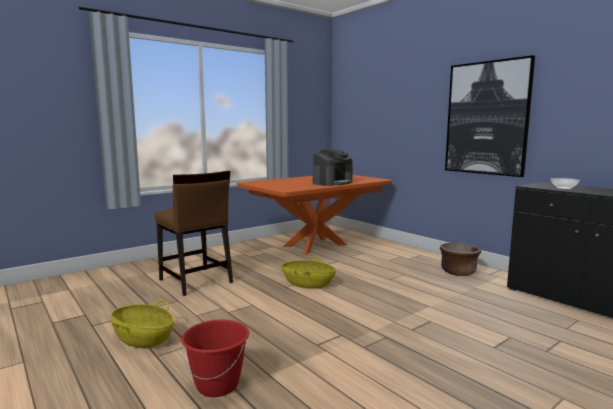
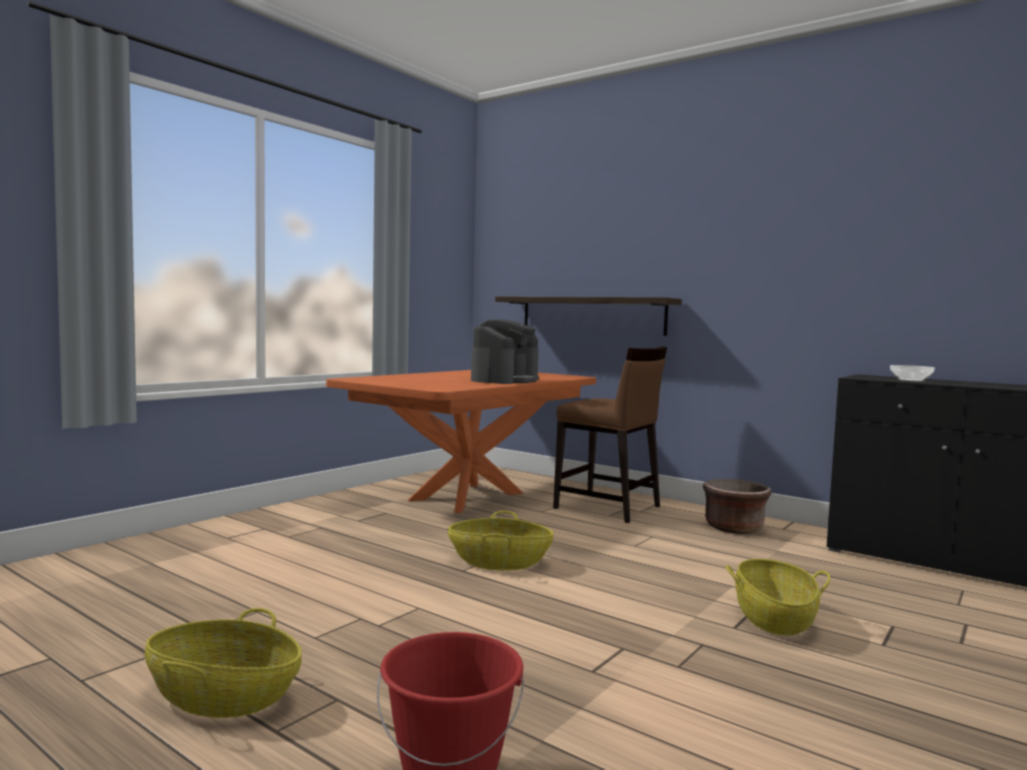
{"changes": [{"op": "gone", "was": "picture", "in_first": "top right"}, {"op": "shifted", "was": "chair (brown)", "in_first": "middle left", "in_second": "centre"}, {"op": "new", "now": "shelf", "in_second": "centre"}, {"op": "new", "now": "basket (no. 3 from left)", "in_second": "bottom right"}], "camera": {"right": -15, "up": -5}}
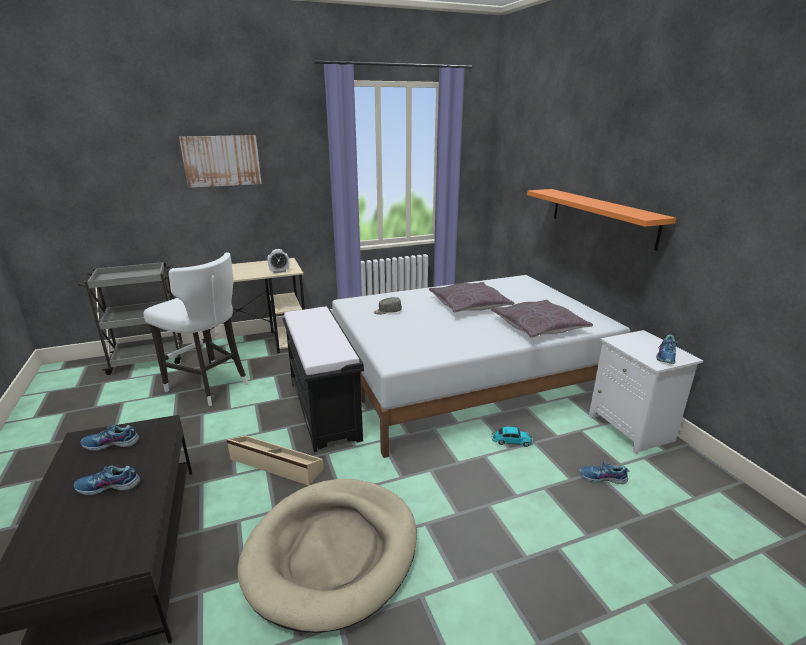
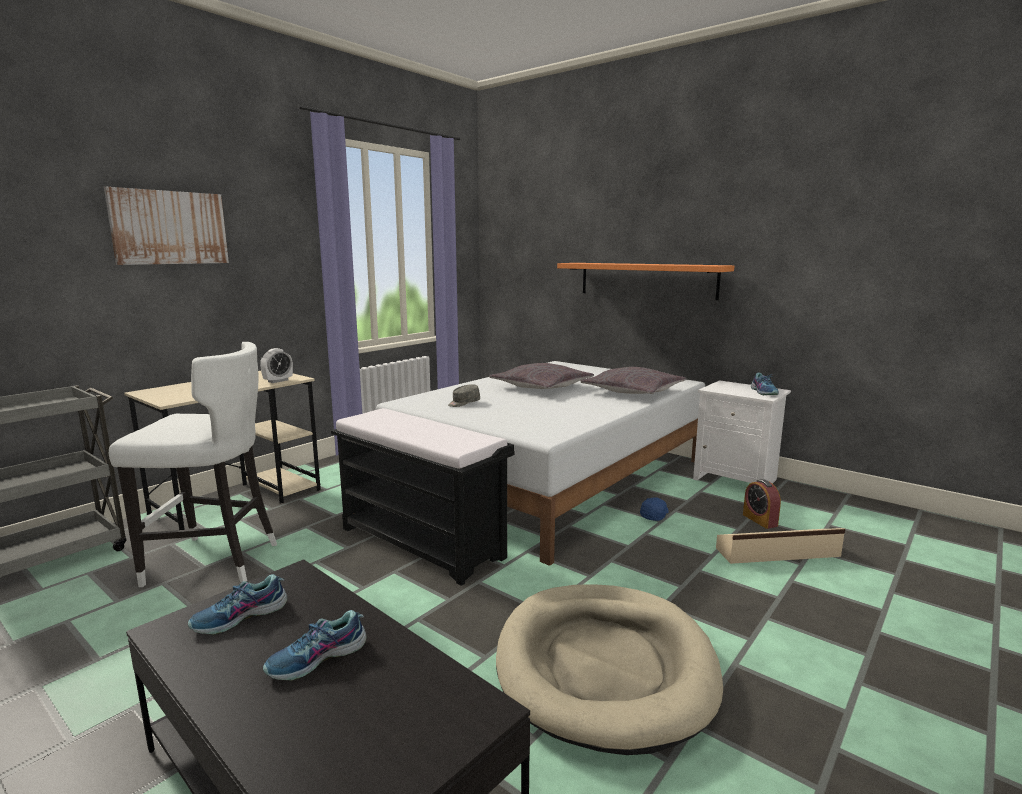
{"changes": [{"op": "swapped", "was": "toy car", "now": "cap (blue)", "in_first": "bottom centre", "in_second": "centre"}, {"op": "shifted", "was": "storage box (beige)", "in_first": "bottom centre", "in_second": "bottom right"}, {"op": "swapped", "was": "shoe (no. 3 from left)", "now": "alarm clock (no. 2 from left)", "in_first": "bottom right", "in_second": "middle right"}], "camera": {"right": -30, "up": -10}}
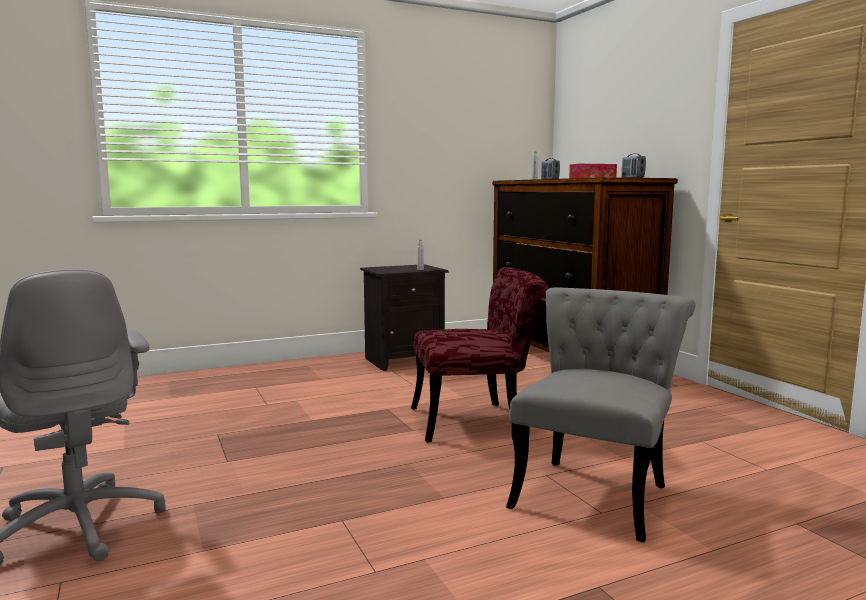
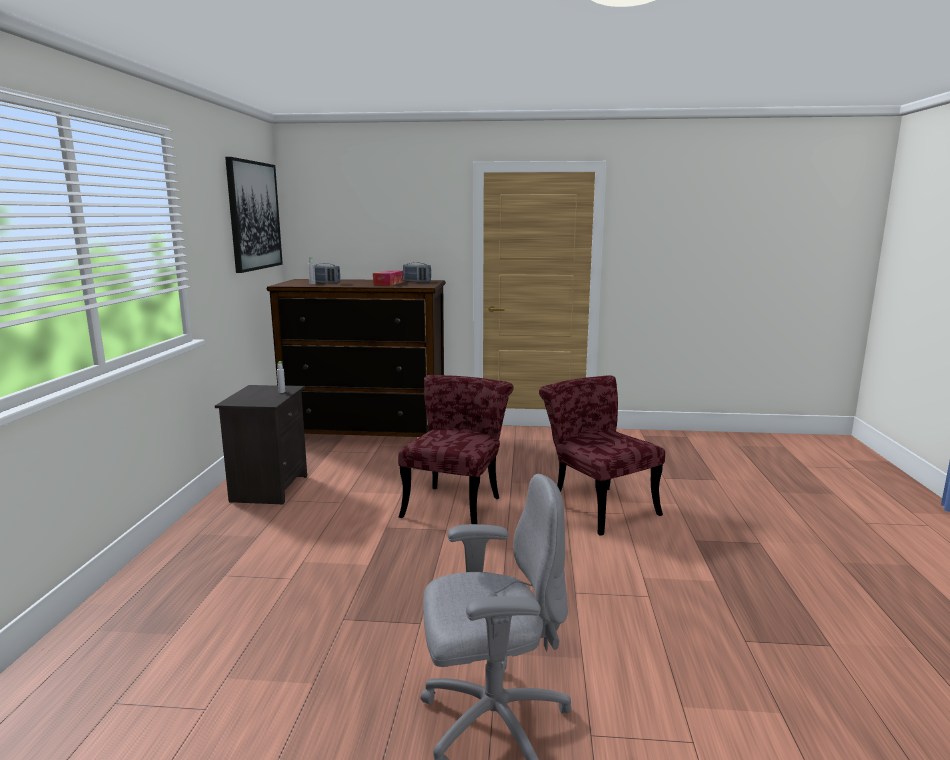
{"changes": [{"op": "repainted", "was": "chair (grey)", "now": "chair (red) (no. 2 from left)", "in_first": "bottom right", "in_second": "centre"}, {"op": "new", "now": "picture", "in_second": "top left"}], "camera": {"right": -60, "up": 5}}
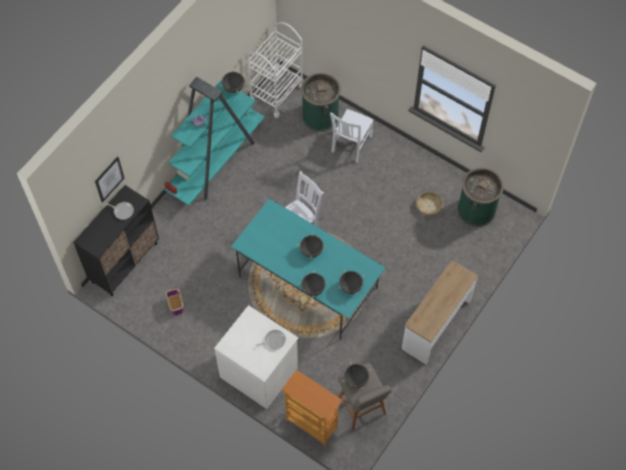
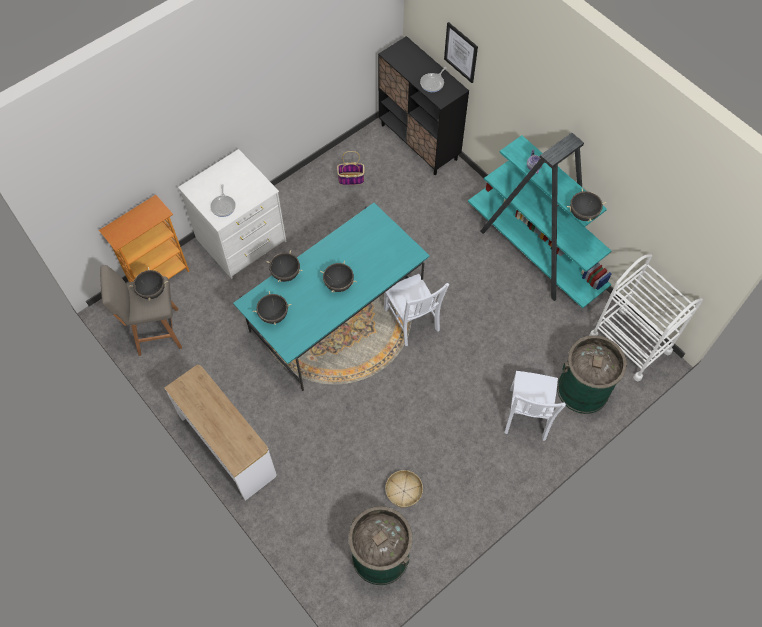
{"changes": [{"op": "rotated", "was": "chair (white) (no. 2 from left)", "in_first": "top centre", "in_second": "middle right", "clockwise": -120}], "camera": {"right": 105, "up": 0}}
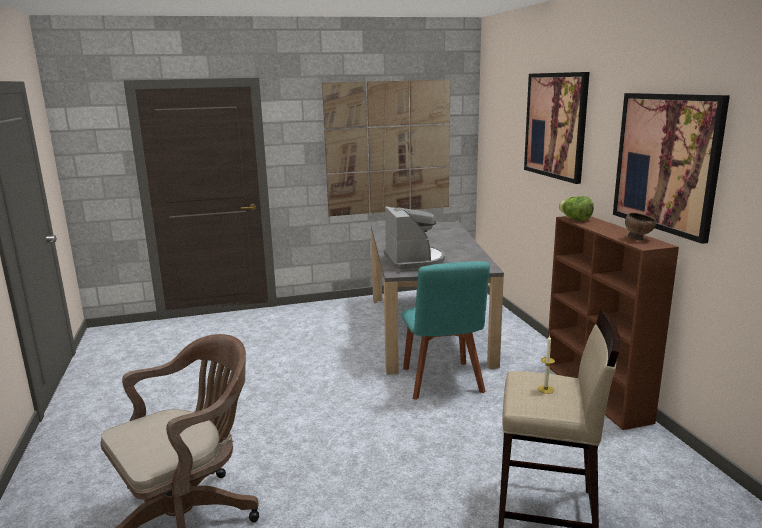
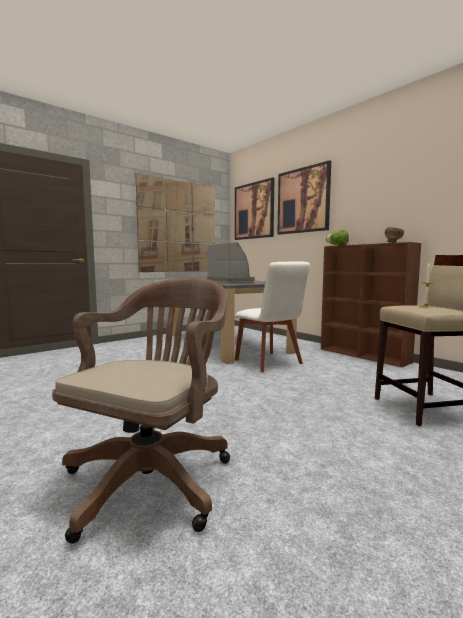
{"changes": [{"op": "shifted", "was": "picture (no. 3 from left in the first image)", "now": "picture (no. 2 from left)", "in_first": "top right", "in_second": "centre"}, {"op": "repainted", "was": "chair (turquoise)", "now": "chair (white)", "in_first": "centre", "in_second": "centre"}], "camera": {"right": -25, "up": -10}}
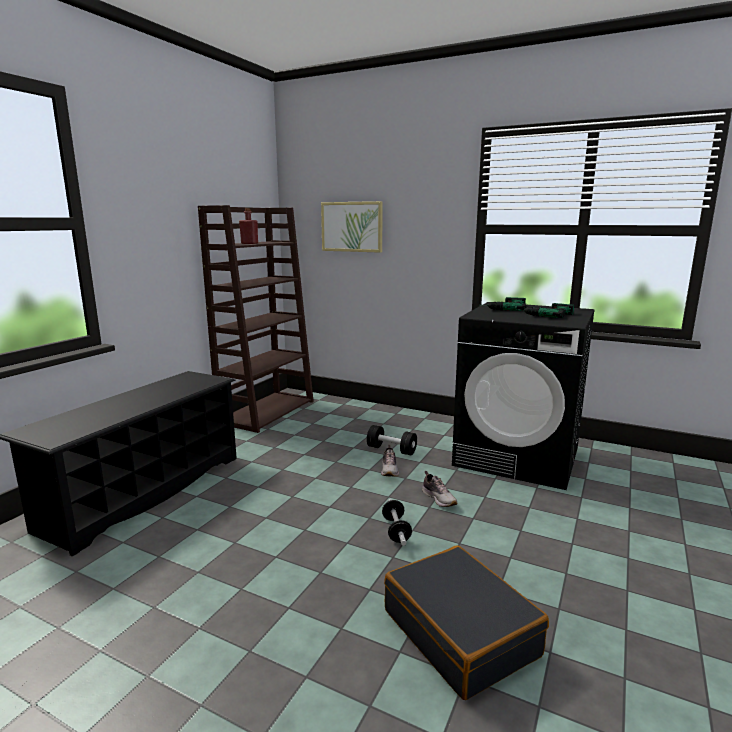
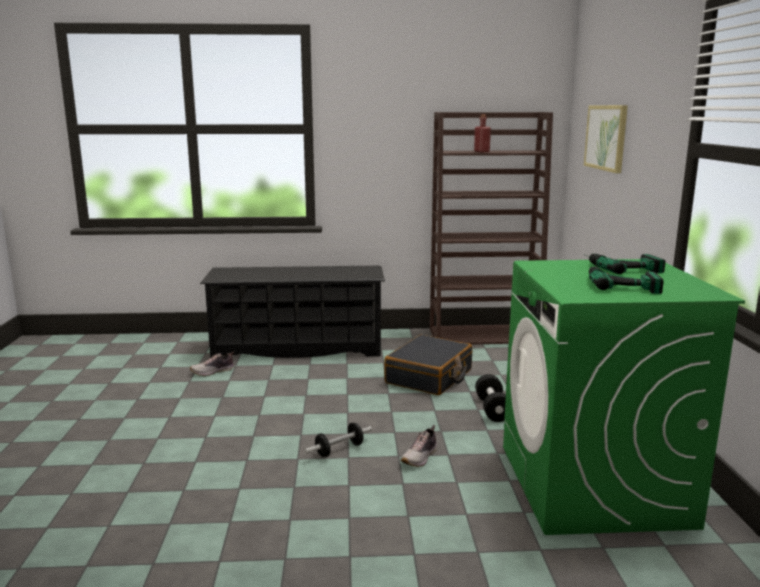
{"changes": [{"op": "repainted", "was": "washing machine (black)", "now": "washing machine (green)", "in_first": "middle right", "in_second": "bottom right"}, {"op": "shifted", "was": "shoe (no. 1 from left)", "in_first": "centre", "in_second": "middle left"}, {"op": "shifted", "was": "suitcase (black)", "in_first": "bottom centre", "in_second": "centre"}], "camera": {"right": 60, "up": 0}}
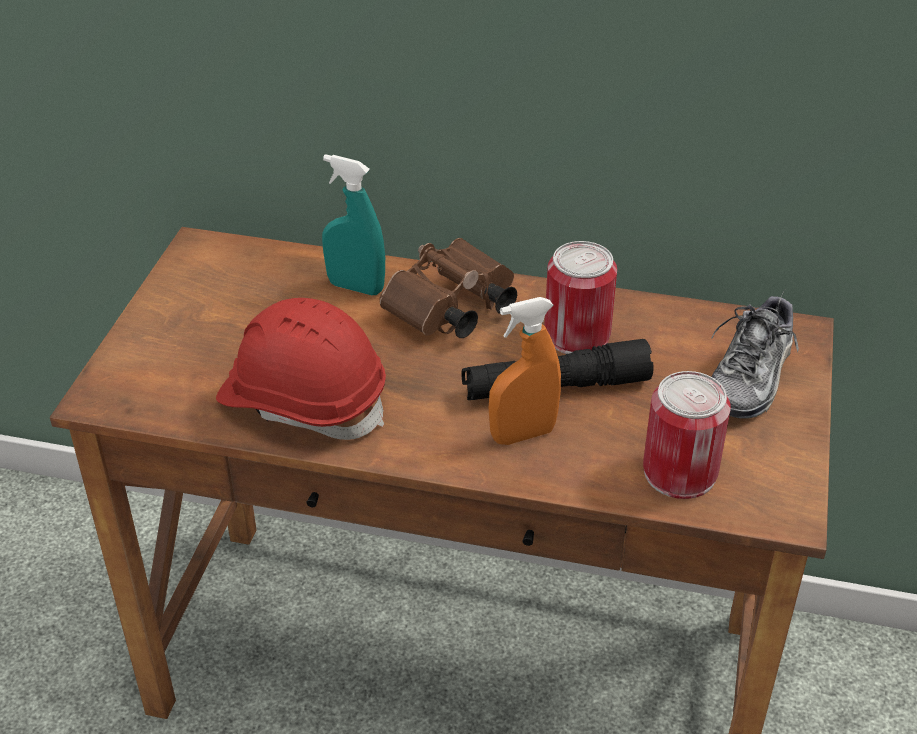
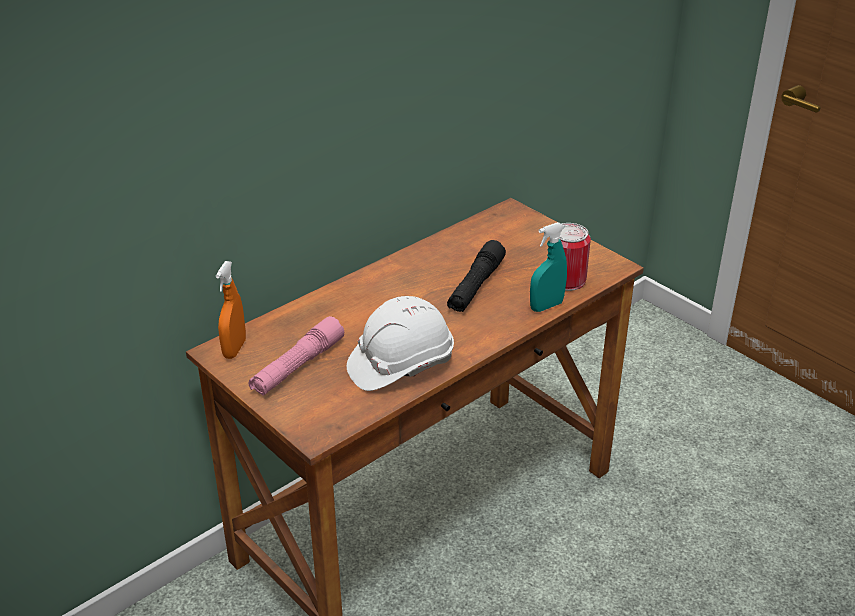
{"changes": [{"op": "shifted", "was": "spray bottle (turquoise)", "in_first": "top centre", "in_second": "centre"}, {"op": "gone", "was": "binoculars (brown)", "in_first": "centre"}, {"op": "gone", "was": "can (no. 1 from left)", "in_first": "centre"}, {"op": "gone", "was": "shoe", "in_first": "middle right"}, {"op": "shifted", "was": "spray bottle (orange)", "in_first": "centre", "in_second": "middle left"}, {"op": "repainted", "was": "hard hat (red)", "now": "hard hat (white)", "in_first": "middle left", "in_second": "centre"}, {"op": "new", "now": "flashlight (pink)", "in_second": "centre"}], "camera": {"right": -55, "up": -5}}
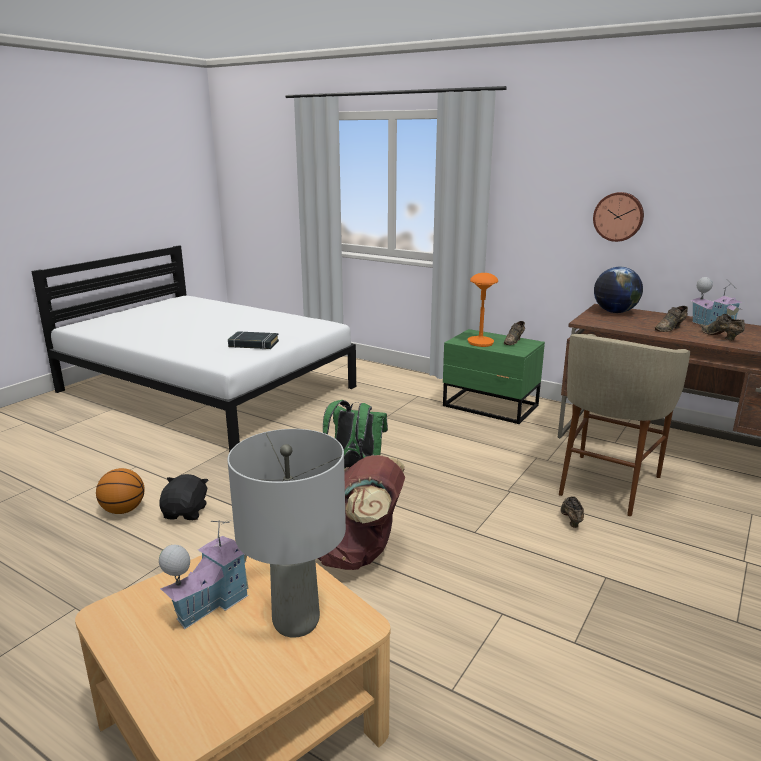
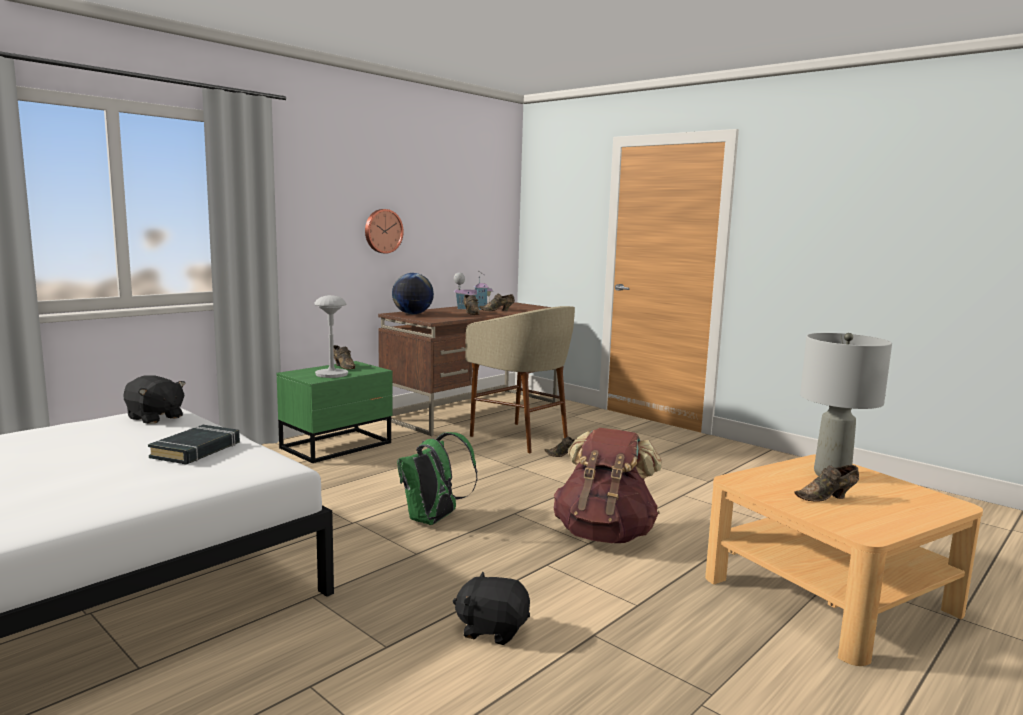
{"changes": [{"op": "repainted", "was": "table lamp (orange)", "now": "table lamp (grey) (no. 1 from left)", "in_first": "centre", "in_second": "middle left"}, {"op": "gone", "was": "basketball", "in_first": "middle left"}, {"op": "swapped", "was": "toy house (no. 1 from left)", "now": "shoe (brown) (no. 5 from left)", "in_first": "bottom left", "in_second": "bottom right"}, {"op": "new", "now": "plush toy (black) (no. 1 from left)", "in_second": "middle left"}], "camera": {"right": -80, "up": -10}}
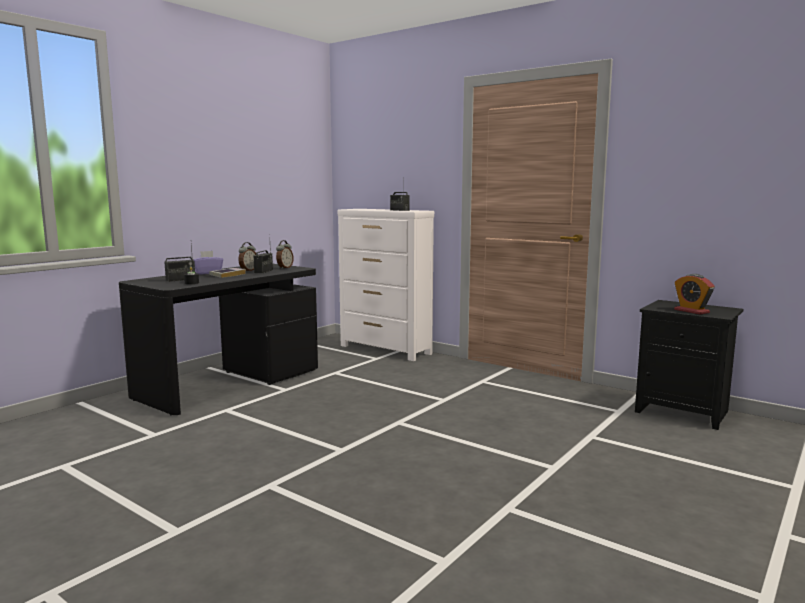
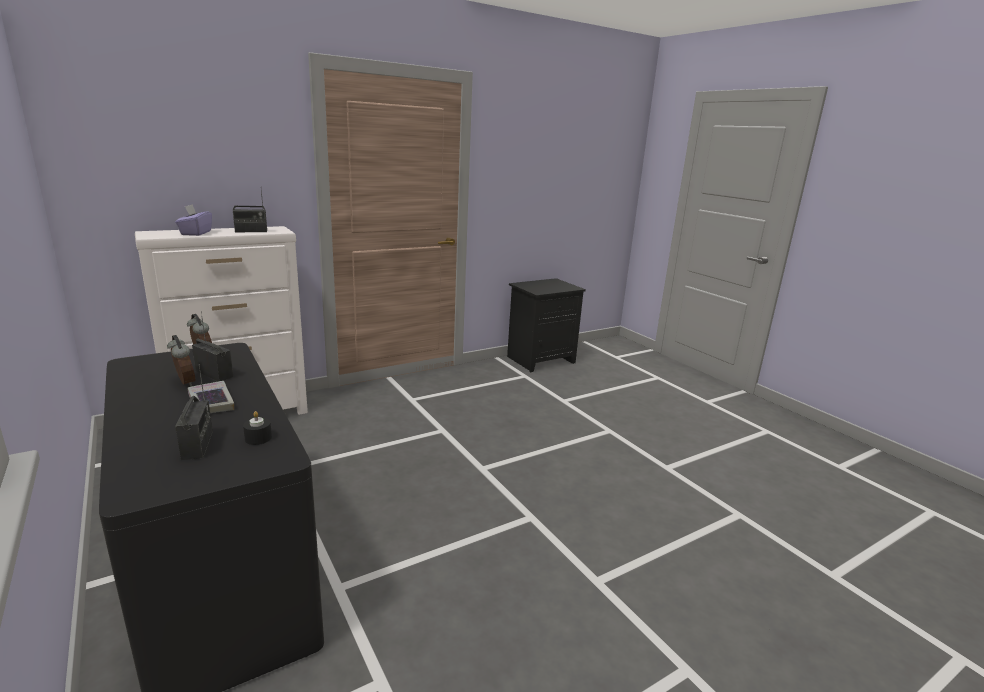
{"changes": [{"op": "shifted", "was": "tissue box (purple)", "in_first": "middle left", "in_second": "top left"}, {"op": "gone", "was": "alarm clock (no. 3 from left)", "in_first": "middle right"}], "camera": {"right": -70, "up": 10}}
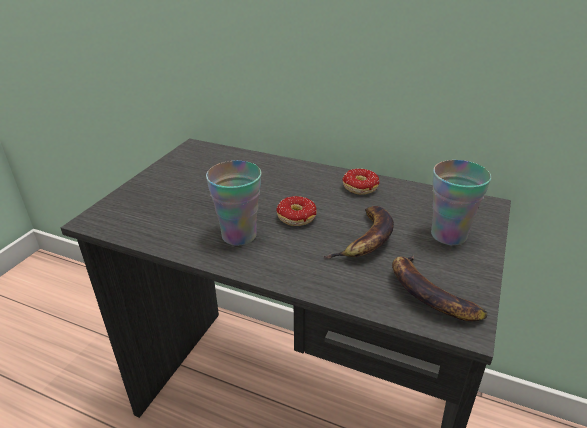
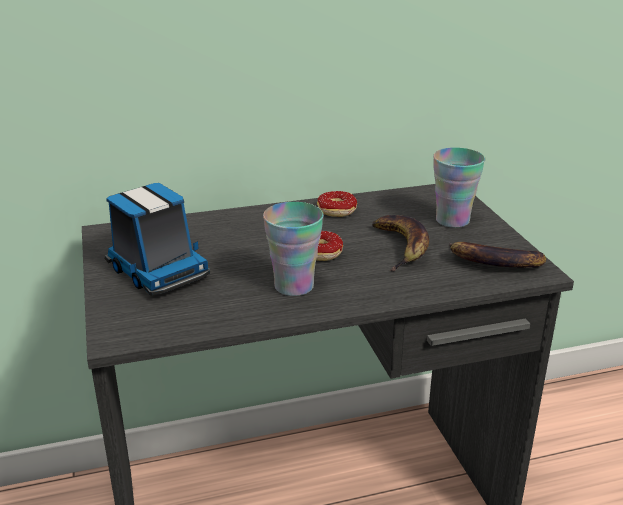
{"changes": [{"op": "new", "now": "toy truck", "in_second": "middle left"}], "camera": {"right": -40, "up": -5}}
